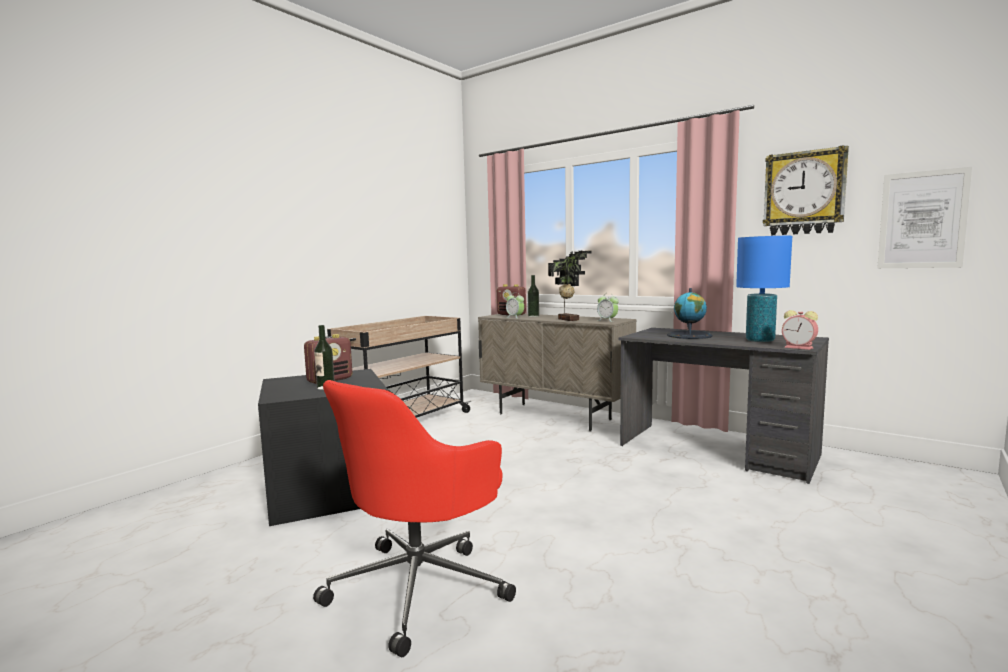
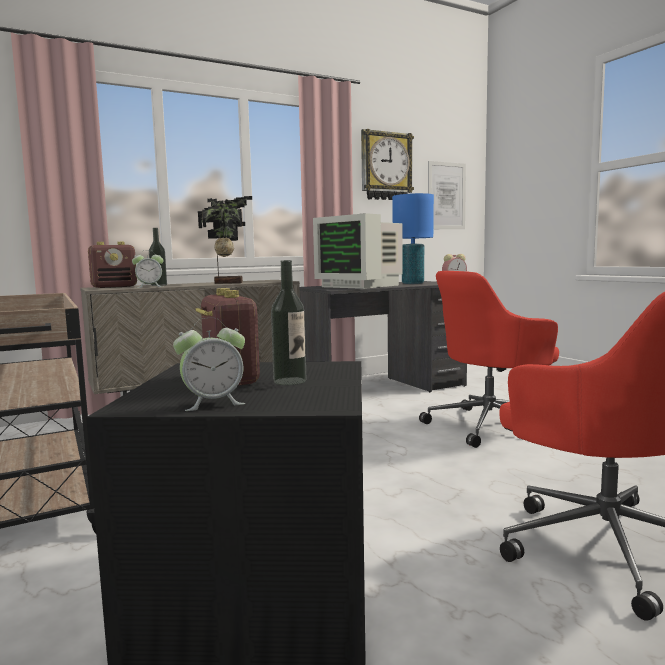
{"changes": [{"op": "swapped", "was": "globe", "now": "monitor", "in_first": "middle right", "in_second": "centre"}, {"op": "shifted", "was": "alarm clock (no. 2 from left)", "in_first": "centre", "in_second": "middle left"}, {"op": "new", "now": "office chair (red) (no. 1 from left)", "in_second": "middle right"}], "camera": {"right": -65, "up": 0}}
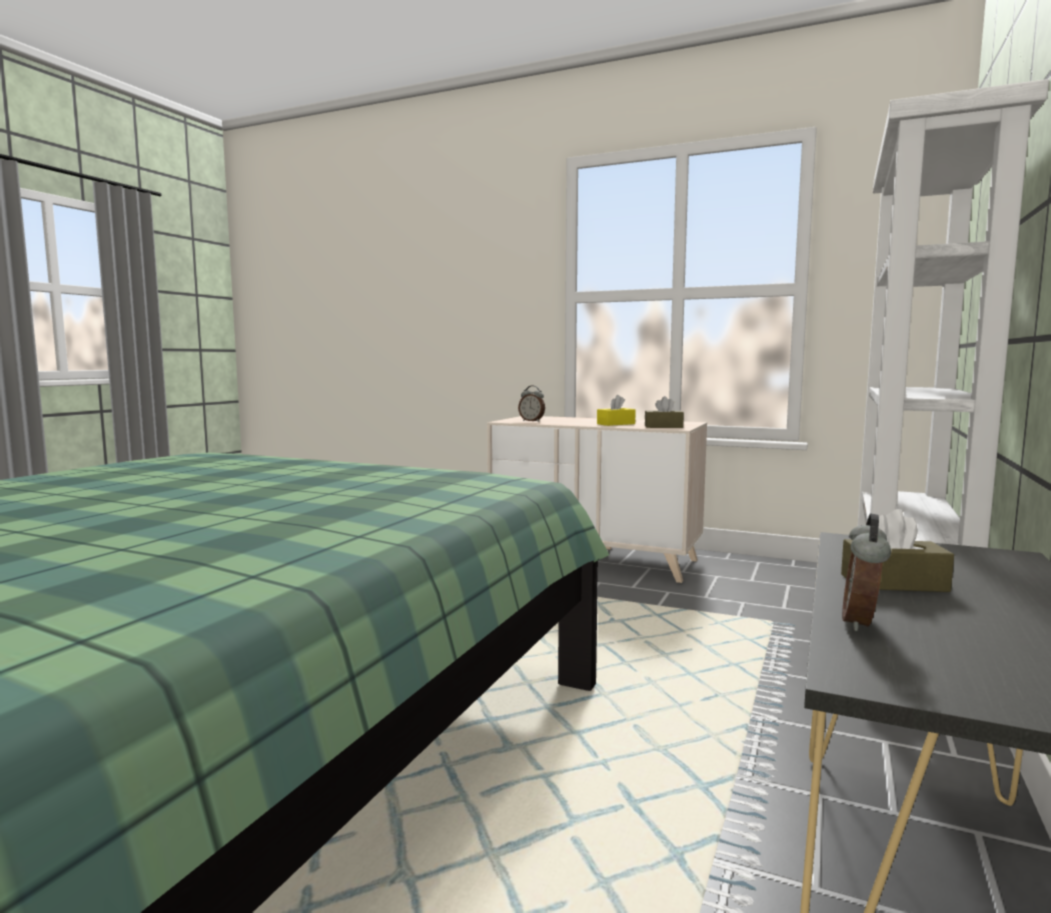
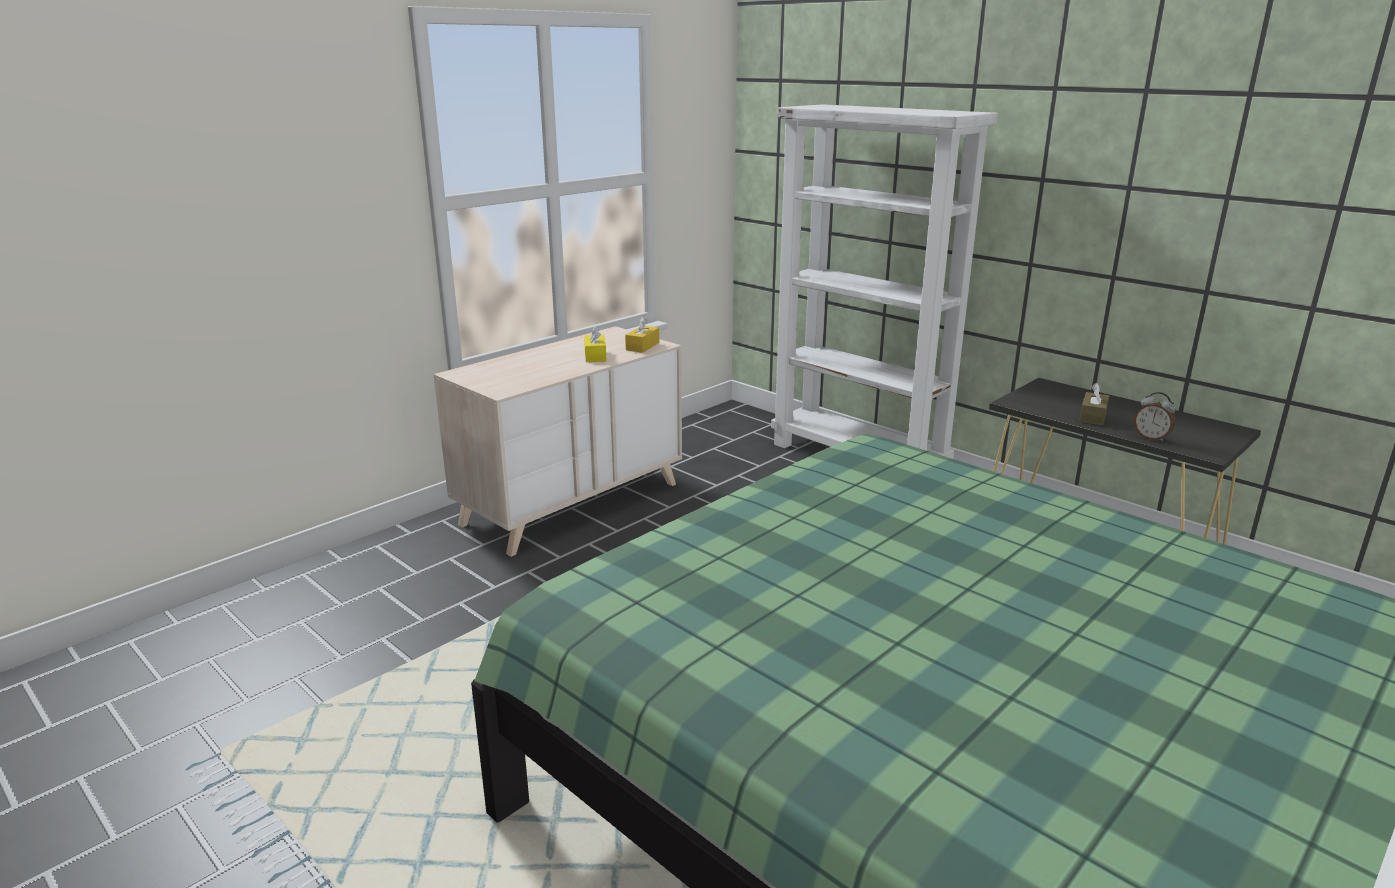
{"changes": [{"op": "gone", "was": "alarm clock (no. 1 from left)", "in_first": "centre"}, {"op": "repainted", "was": "tissue box (brown) (no. 1 from left)", "now": "tissue box (yellow) (no. 2 from left)", "in_first": "centre", "in_second": "centre"}], "camera": {"right": -70, "up": 15}}
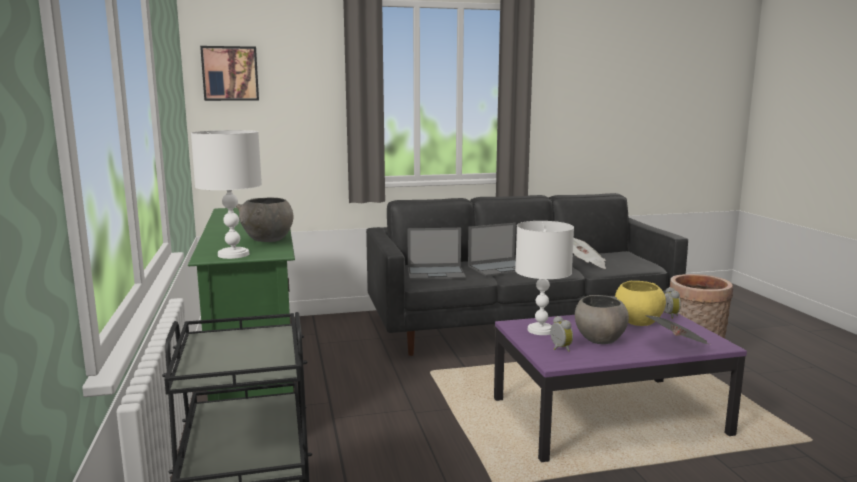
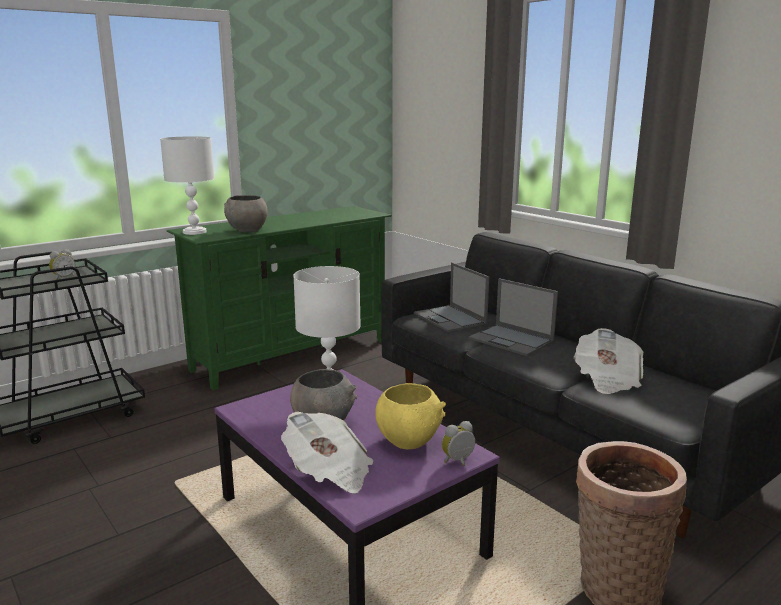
{"changes": [{"op": "gone", "was": "picture", "in_first": "top left"}, {"op": "shifted", "was": "alarm clock (no. 1 from left)", "in_first": "bottom centre", "in_second": "middle left"}], "camera": {"right": 65, "up": 5}}
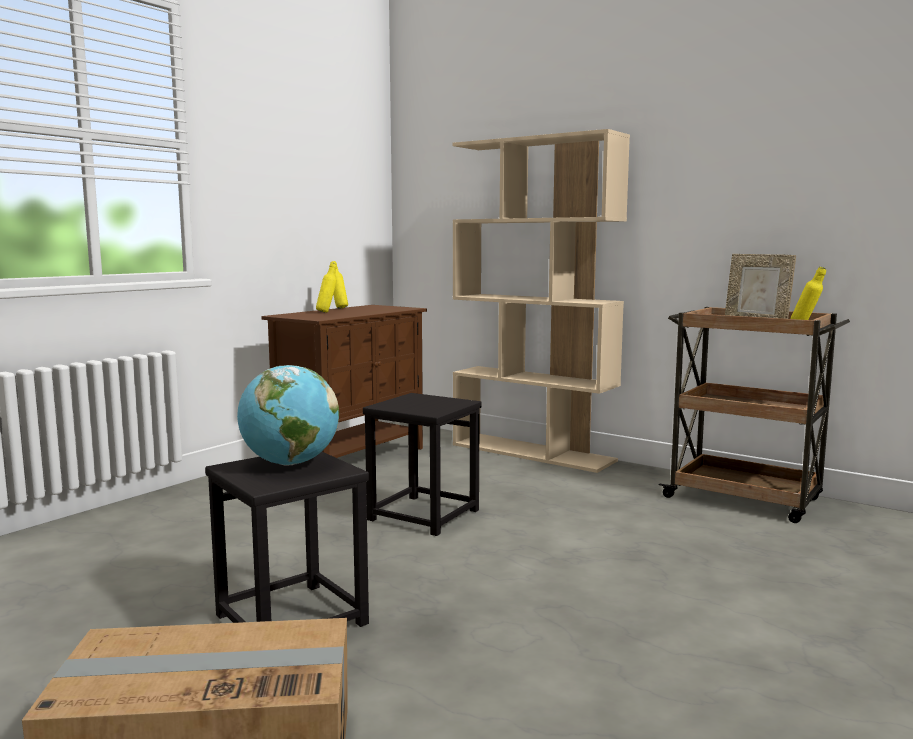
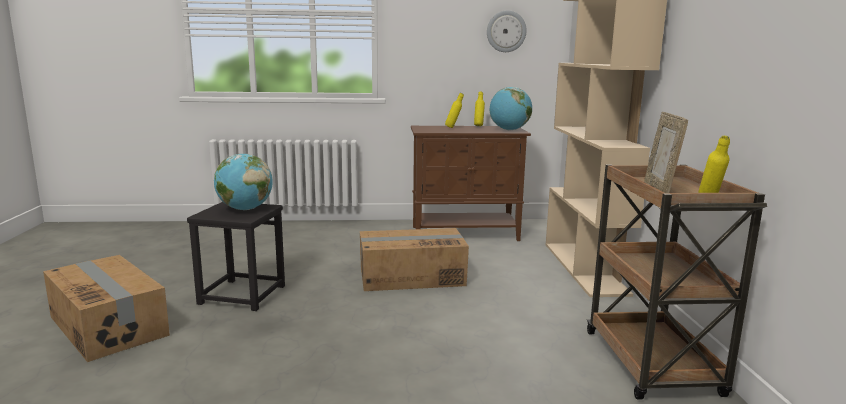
{"changes": [{"op": "swapped", "was": "stool (black) (no. 2 from left)", "now": "cardboard box (no. 2 from left)", "in_first": "centre", "in_second": "centre"}, {"op": "new", "now": "wall clock", "in_second": "top centre"}, {"op": "new", "now": "globe (no. 2 from left)", "in_second": "top centre"}], "camera": {"right": 50, "up": 5}}
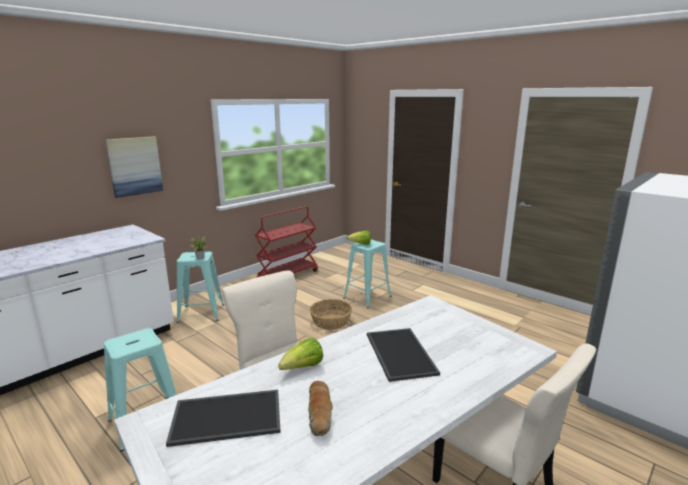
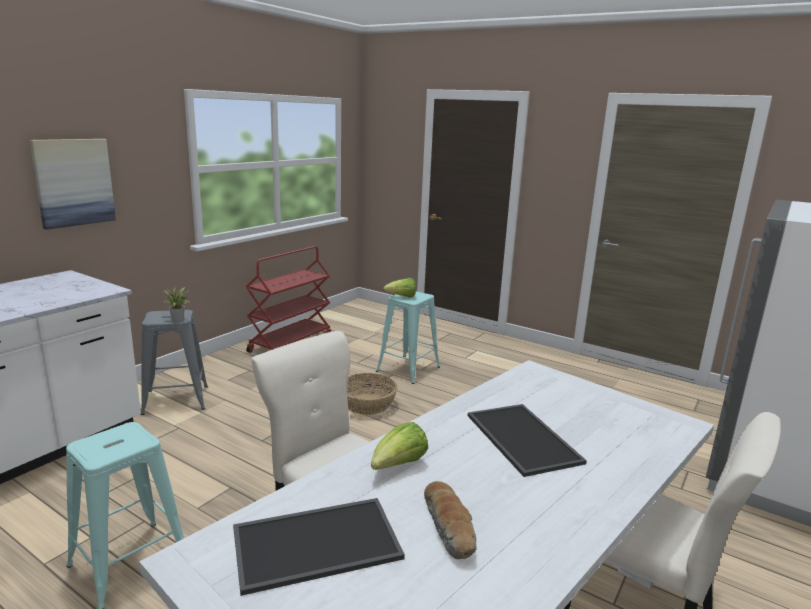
{"changes": [{"op": "repainted", "was": "stool (turquoise) (no. 2 from left)", "now": "stool (grey)", "in_first": "middle left", "in_second": "middle left"}], "camera": {"right": -10, "up": 0}}
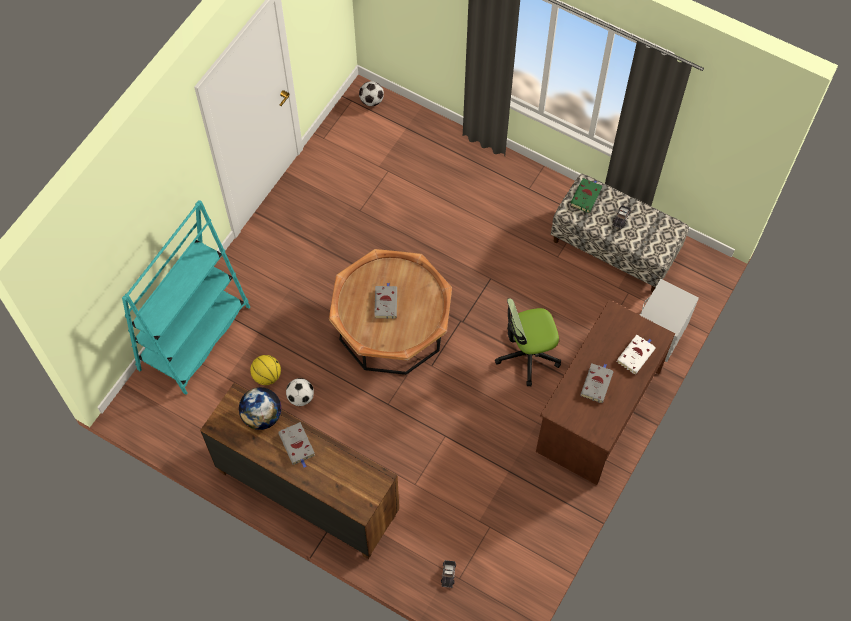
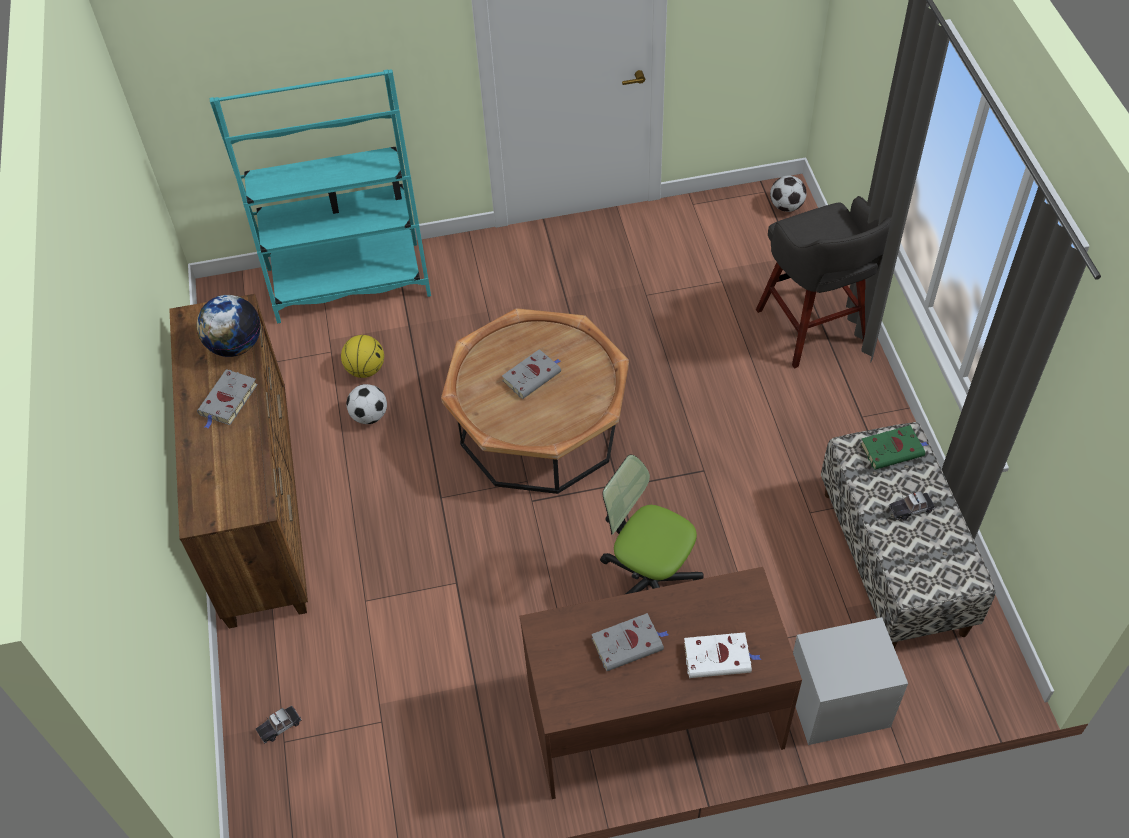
{"changes": [{"op": "new", "now": "stool (grey)", "in_second": "middle right"}], "camera": {"right": 50, "up": -10}}
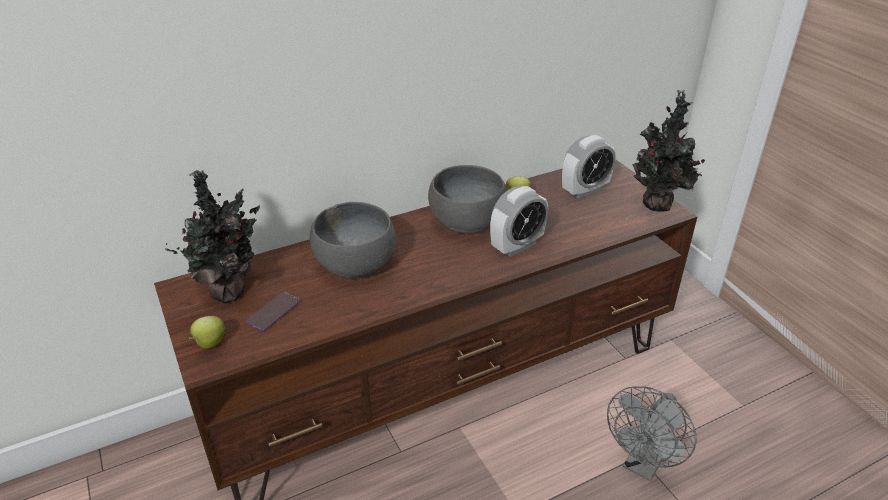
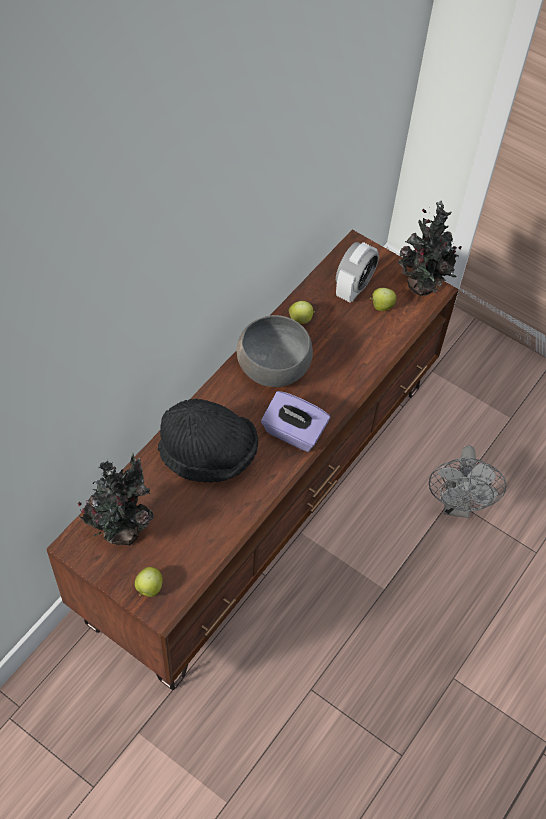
{"changes": [{"op": "gone", "was": "alarm clock (no. 1 from left)", "in_first": "centre"}, {"op": "swapped", "was": "bowl (grey) (no. 1 from left)", "now": "hat (black)", "in_first": "centre", "in_second": "centre"}, {"op": "gone", "was": "phone", "in_first": "middle left"}, {"op": "new", "now": "apple (no. 3 from left)", "in_second": "middle right"}, {"op": "new", "now": "tissue box (purple)", "in_second": "centre"}], "camera": {"right": -30, "up": 20}}
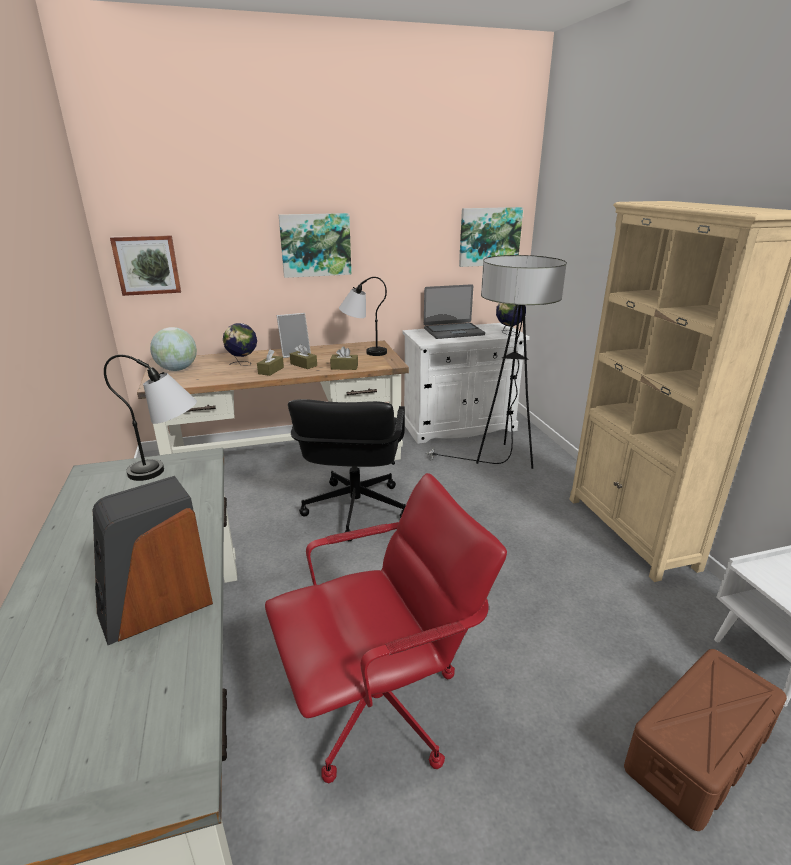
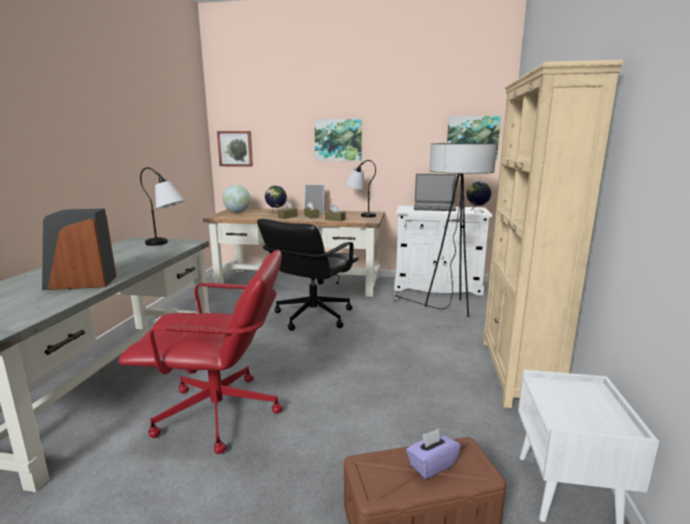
{"changes": [{"op": "new", "now": "tissue box (purple)", "in_second": "bottom centre"}], "camera": {"right": 25, "up": -10}}
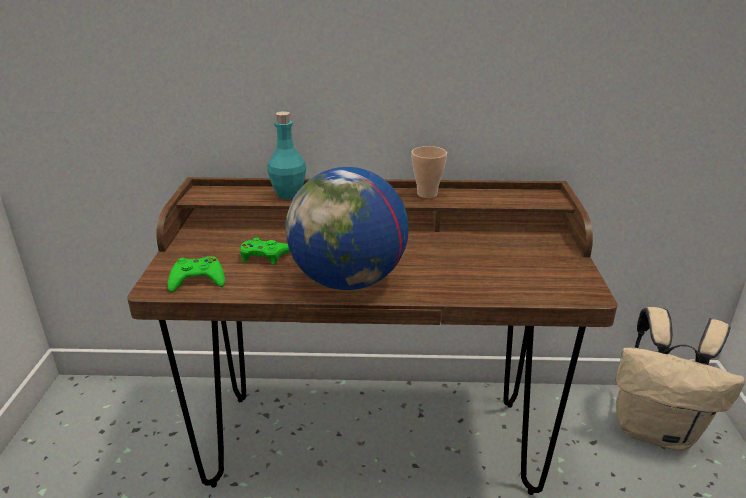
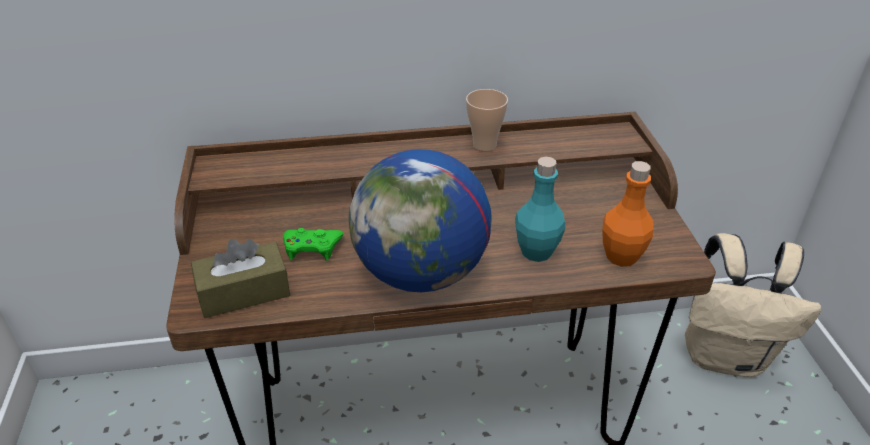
{"changes": [{"op": "shifted", "was": "bottle (turquoise)", "in_first": "top centre", "in_second": "centre"}, {"op": "swapped", "was": "game controller (green) (no. 1 from left)", "now": "tissue box (brown)", "in_first": "middle left", "in_second": "middle left"}, {"op": "new", "now": "bottle (orange)", "in_second": "middle right"}], "camera": {"right": -10, "up": 10}}
